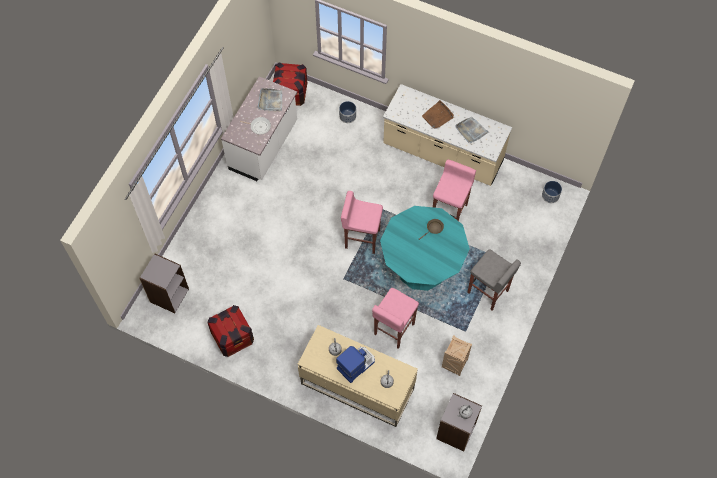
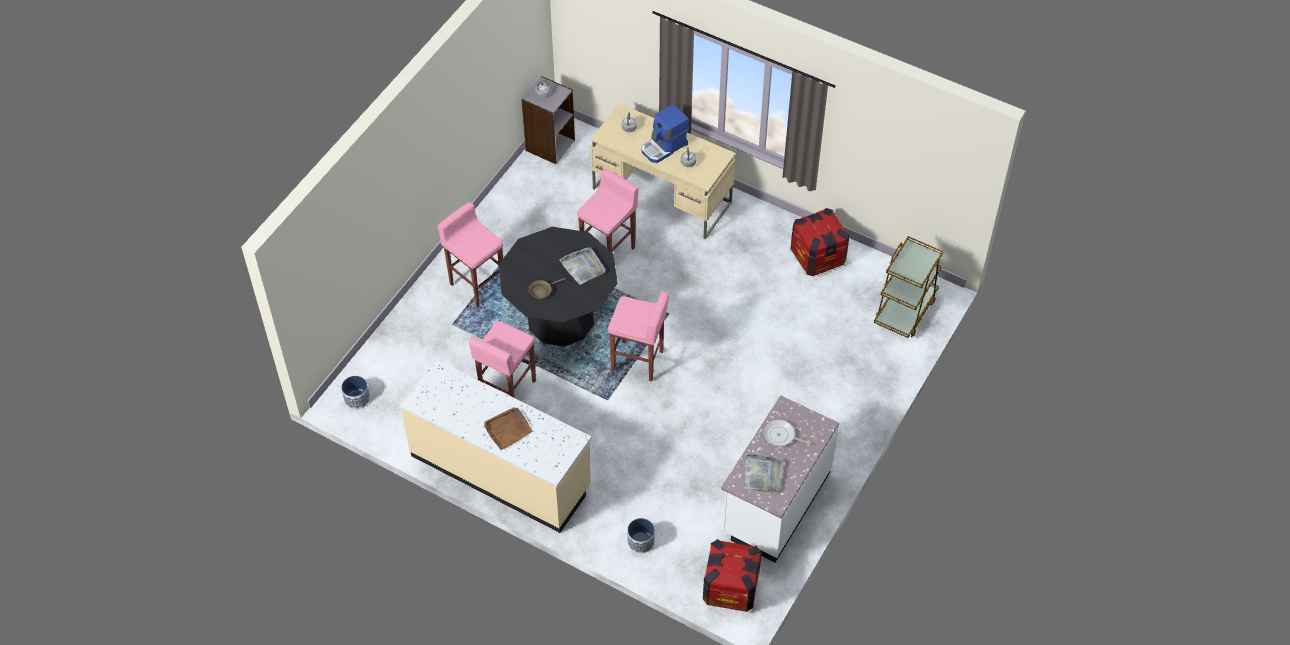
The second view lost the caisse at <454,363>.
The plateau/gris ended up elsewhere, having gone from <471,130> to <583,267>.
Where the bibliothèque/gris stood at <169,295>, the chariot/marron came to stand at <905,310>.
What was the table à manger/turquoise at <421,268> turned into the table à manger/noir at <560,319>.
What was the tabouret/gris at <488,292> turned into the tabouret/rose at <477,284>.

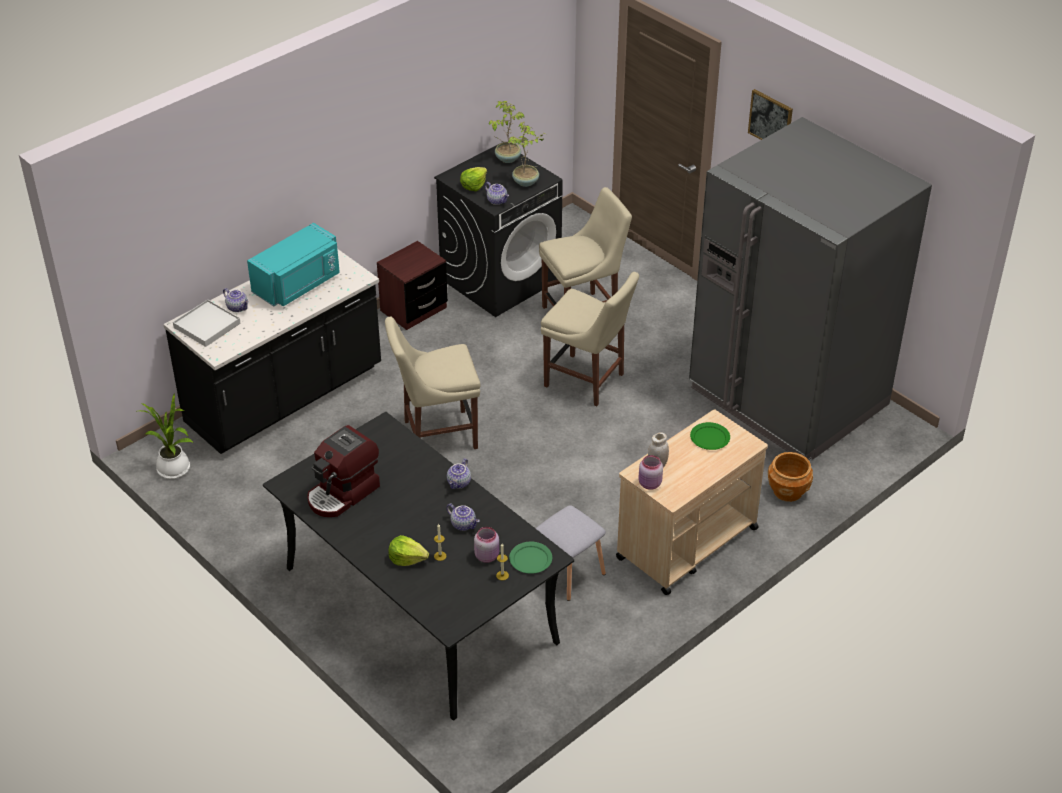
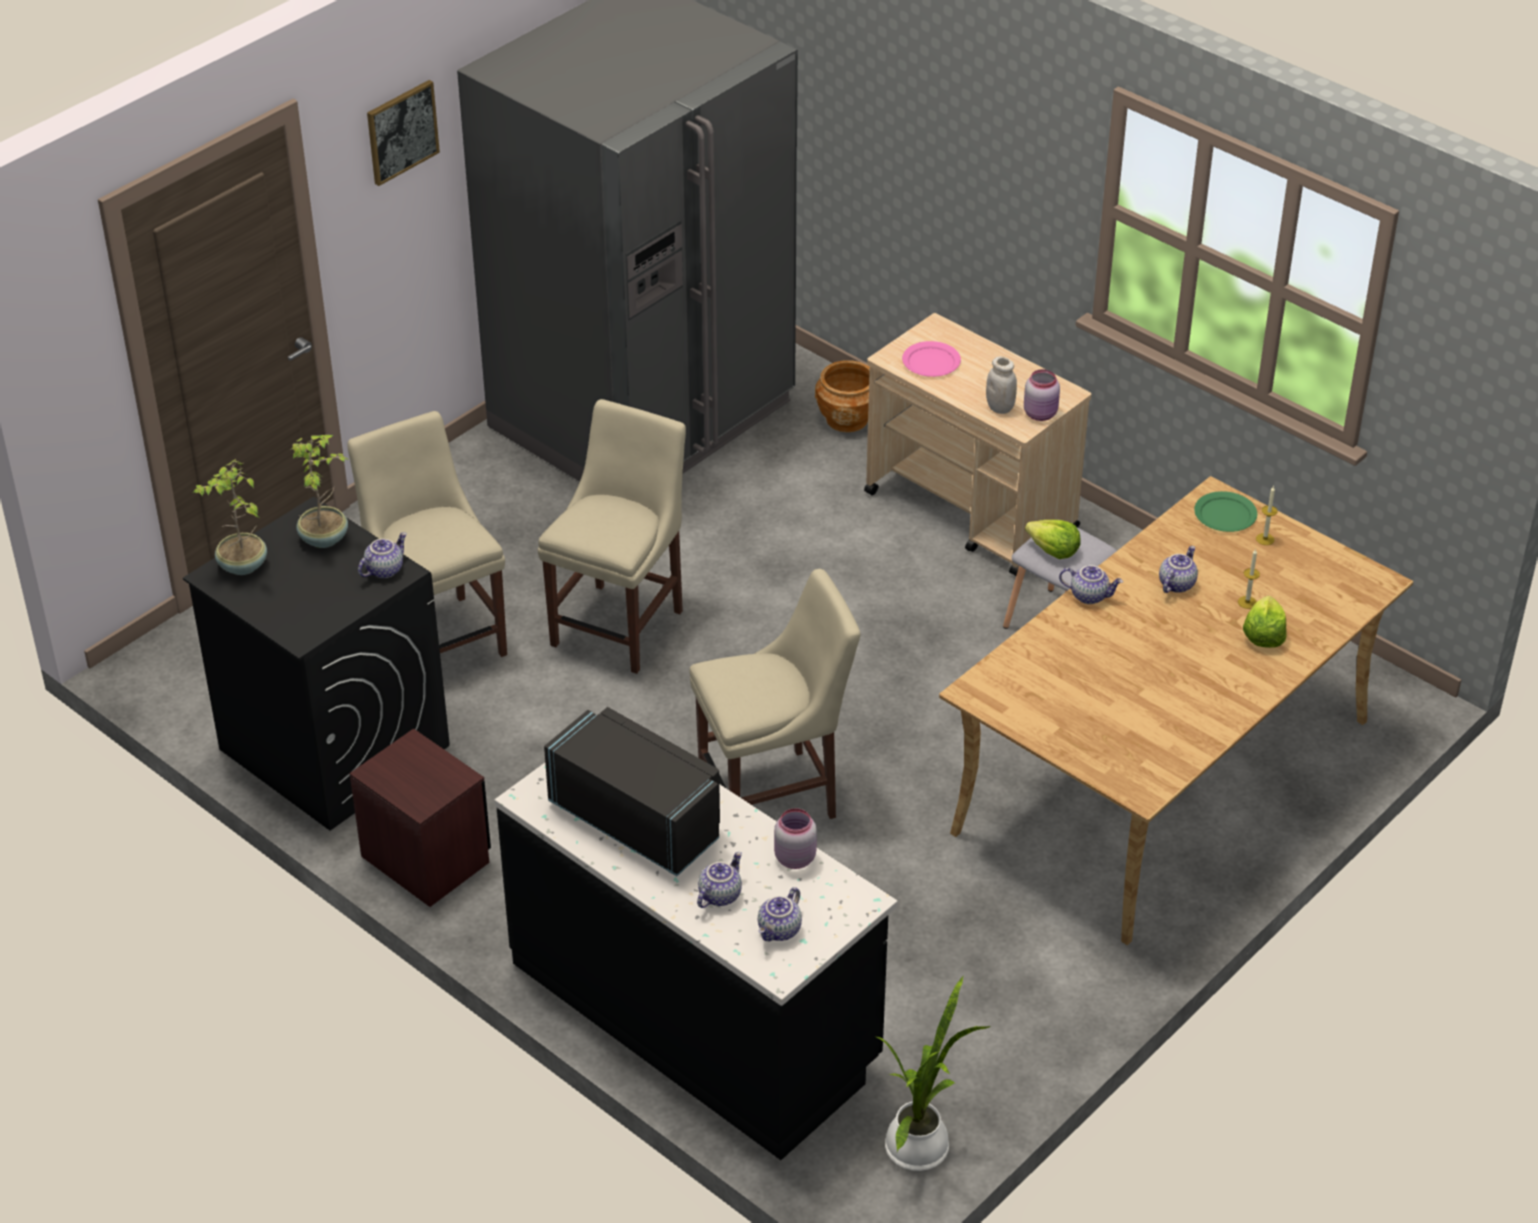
The second view lost the machine à café at <343,493>.
The laitue ended up elsewhere, having gone from <473,185> to <1053,550>.
The bocal/rose ended up elsewhere, having gone from <487,555> to <794,857>.
Where the plateau/blanc stood at <207,325>, the théière came to stand at <780,931>.
What was the micro-ondes/turquoise at <298,284> turned into the micro-ondes/noir at <639,818>.
What was the table à manger/noir at <421,605> turned into the table à manger/beige at <1162,775>.
What was the assiette/vert at <709,437> turned into the assiette/rose at <931,362>.
The chaise/beige at <436,434> ended up facing another way, 90 degrees counterclockwise from before.

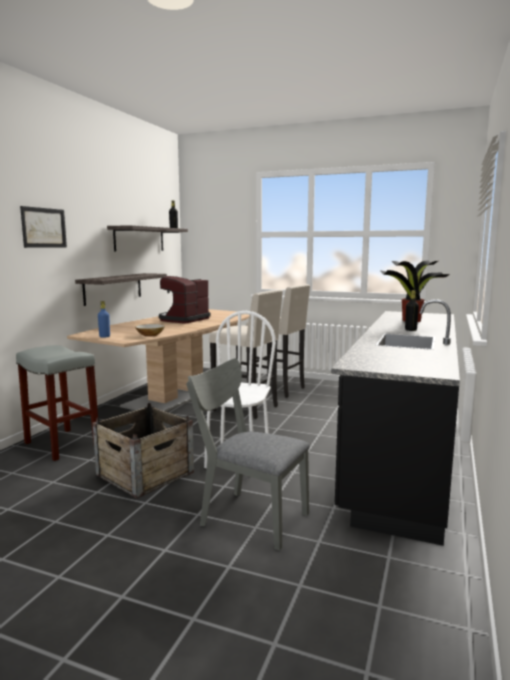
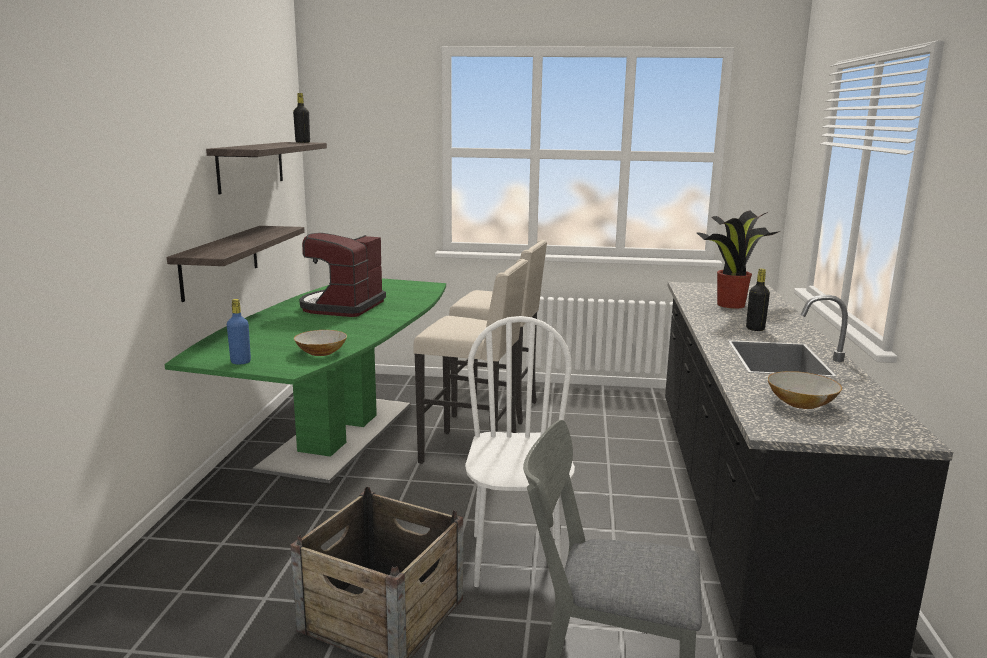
The second view lost the tabouret/gris at <61,444>.
The second view lost the tableau at <44,227>.
The second view gained the bol at <800,403>.
What was the table à manger/marron at <176,395> turned into the table à manger/vert at <339,435>.

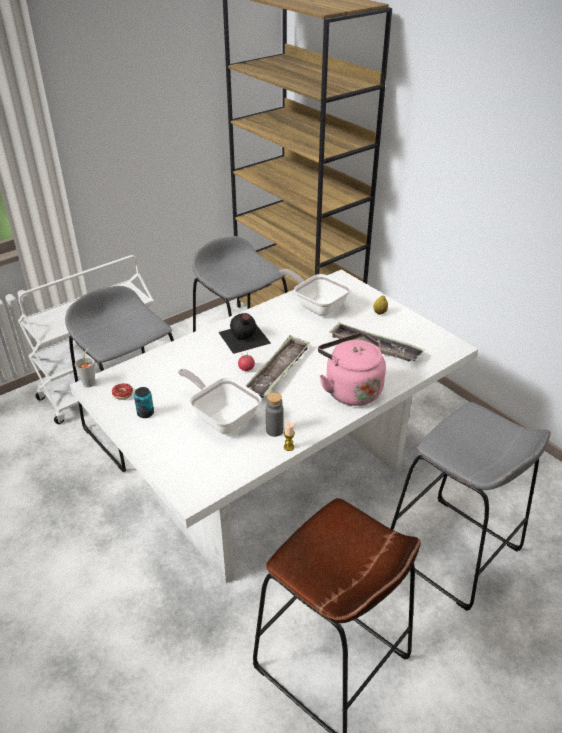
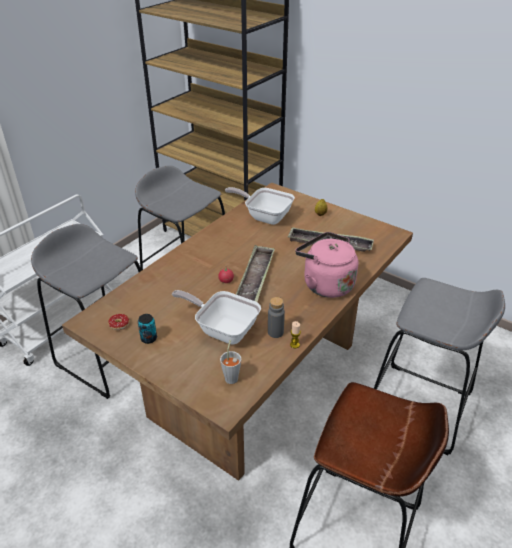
The second view lost the bouteille/noir at <243,338>.
The tasse/gris ended up elsewhere, having gone from <91,381> to <232,376>.
What was the table à manger/blanc at <281,482> turned into the table à manger/marron at <255,378>.

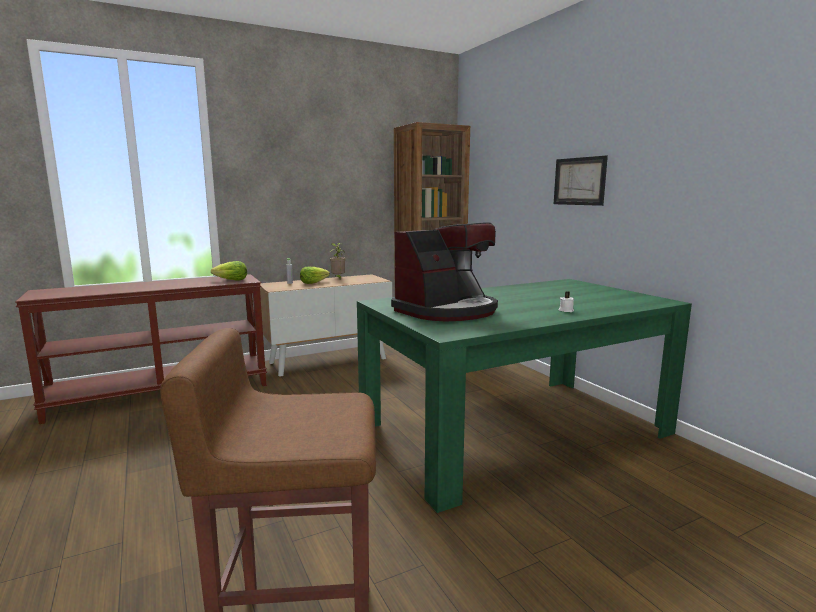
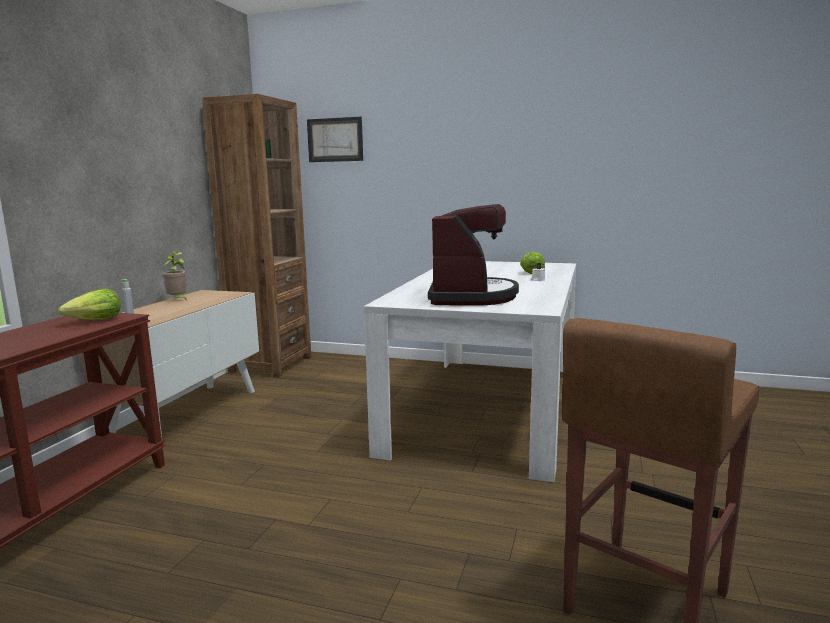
The laitue ended up elsewhere, having gone from <313,283> to <532,273>.
The tableau ended up elsewhere, having gone from <579,181> to <335,140>.
What was the table à manger/vert at <515,431> turned into the table à manger/blanc at <487,407>.

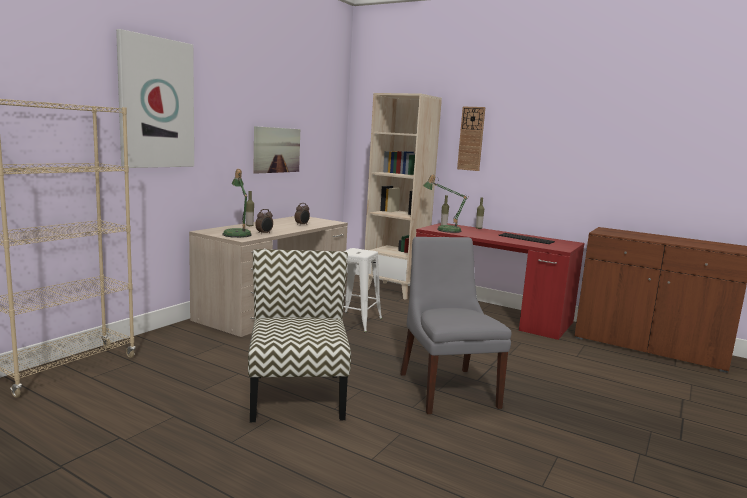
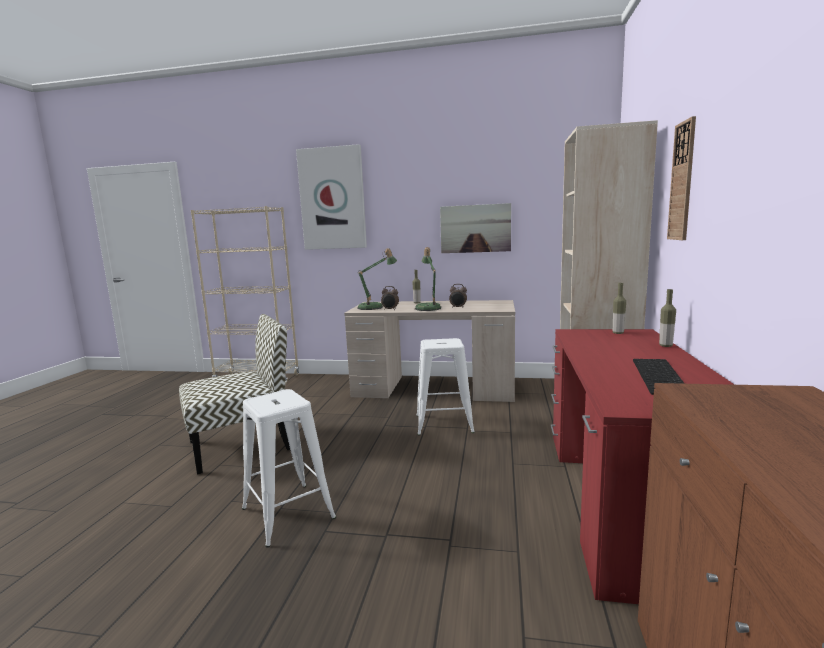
The lampe de table ended up elsewhere, having gone from <444,230> to <428,307>.
Where the chaise/gris stood at <446,388>, the tabouret/blanc came to stand at <287,512>.

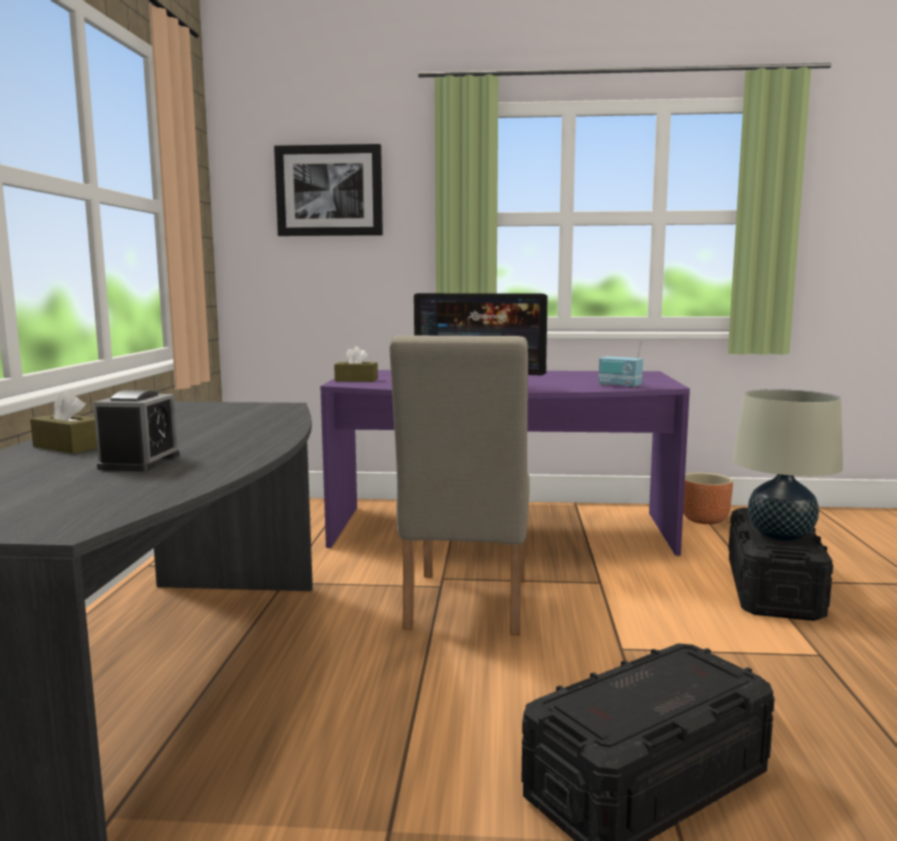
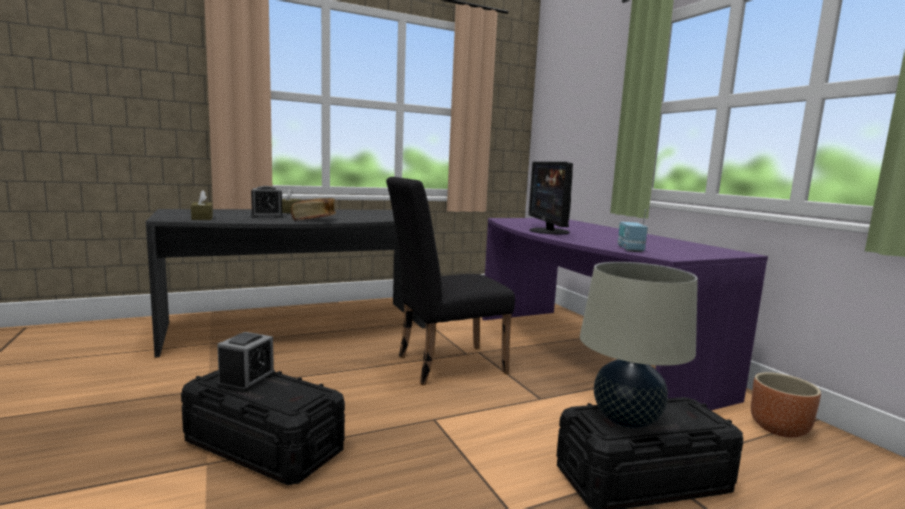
The second view lost the tableau at <329,191>.
The second view gained the réveil at <247,380>.
The second view gained the livre at <314,220>.
The boîte à mouchoirs/marron ended up elsewhere, having gone from <356,380> to <202,218>.
What was the chaise/beige at <464,608> turned into the chaise/noir at <443,365>.

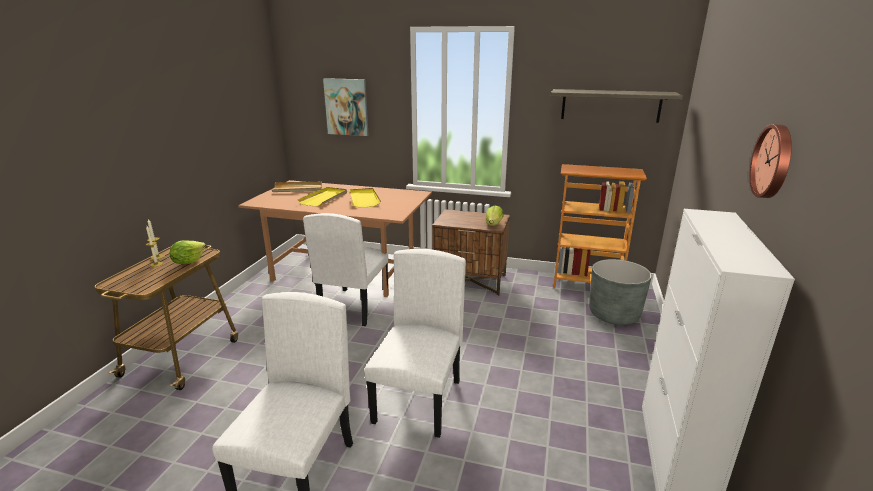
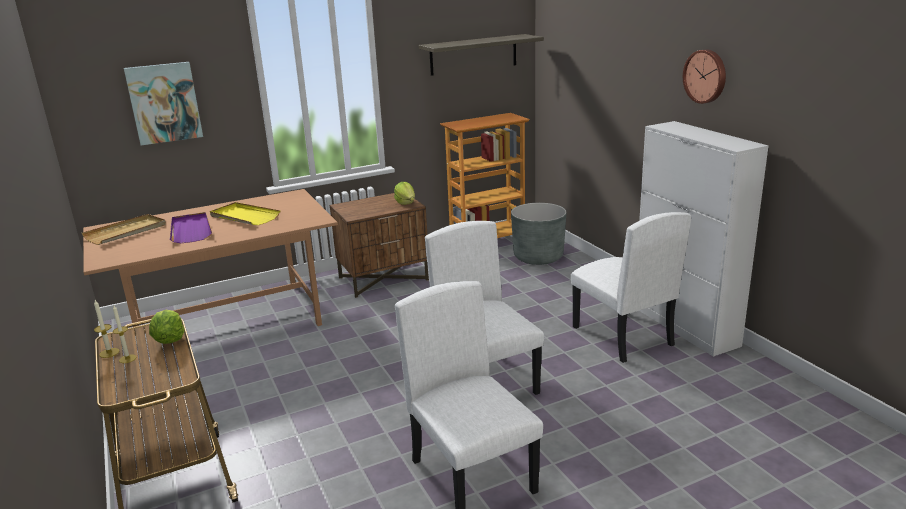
The chaise/blanc ended up elsewhere, having gone from <353,306> to <621,336>.
What was the plateau/jaune at <324,198> turned into the plateau/violet at <191,230>.

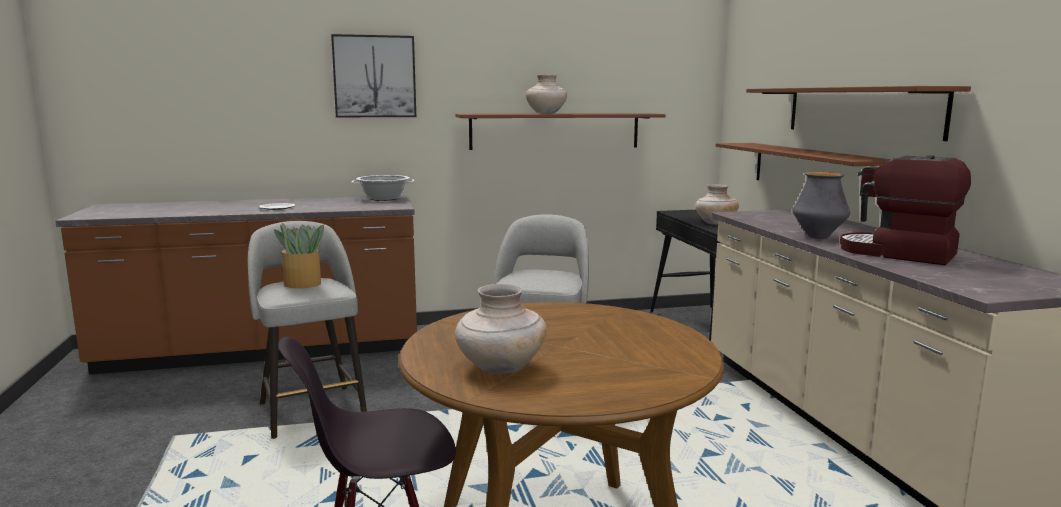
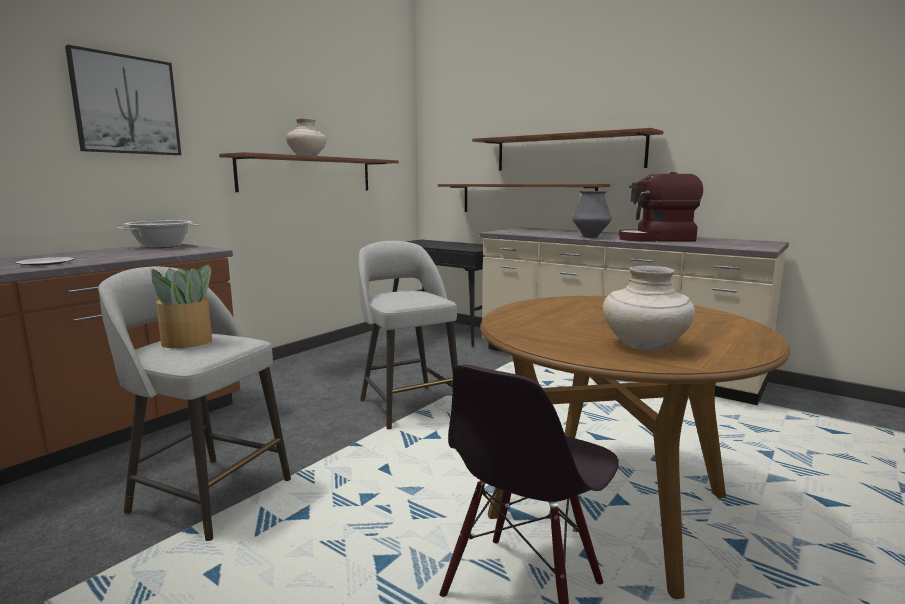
The second view lost the vase/beige at <715,223>.

